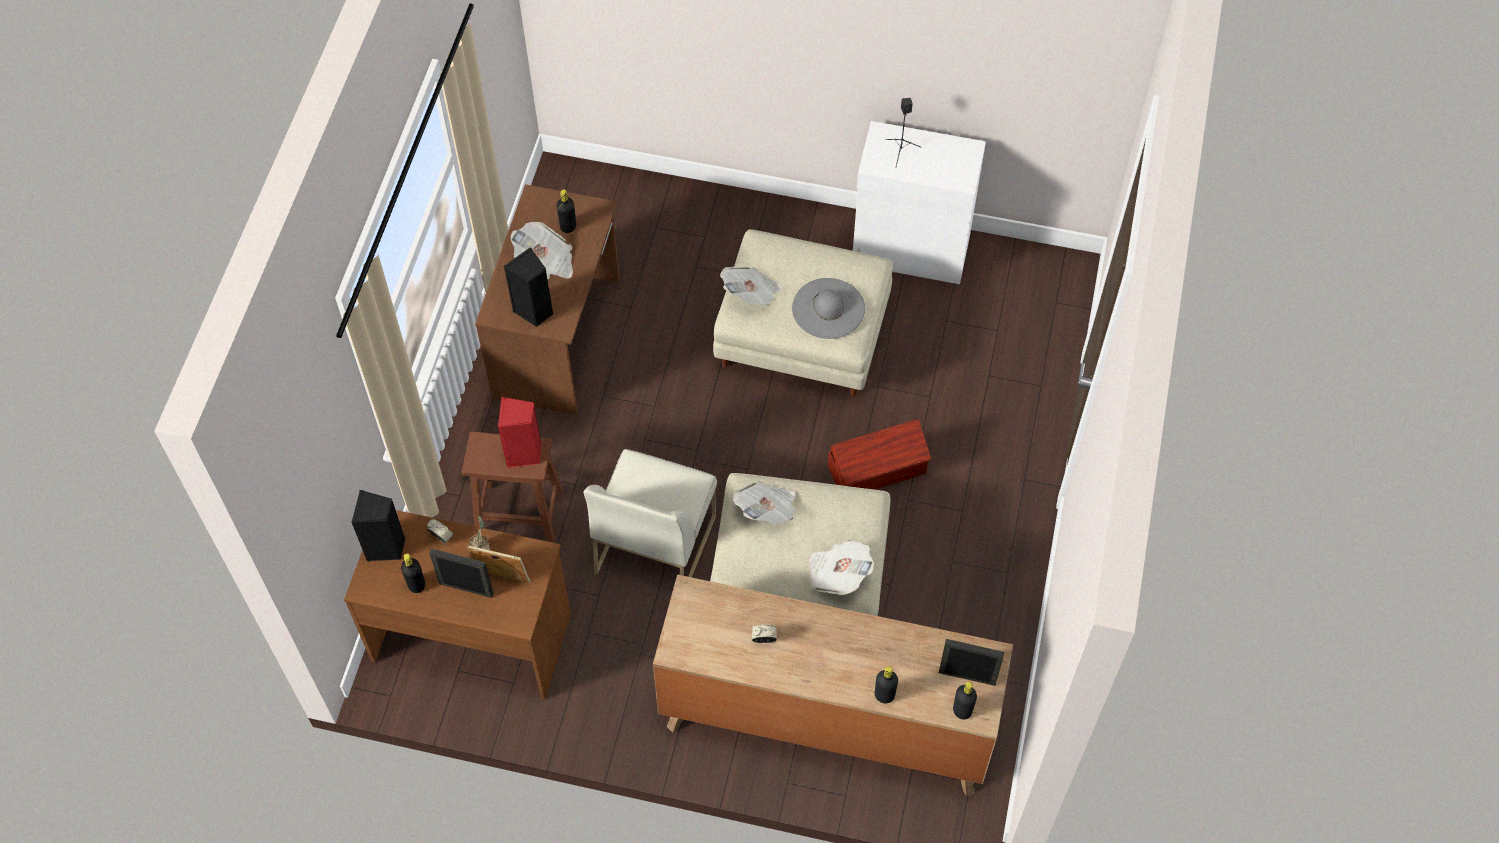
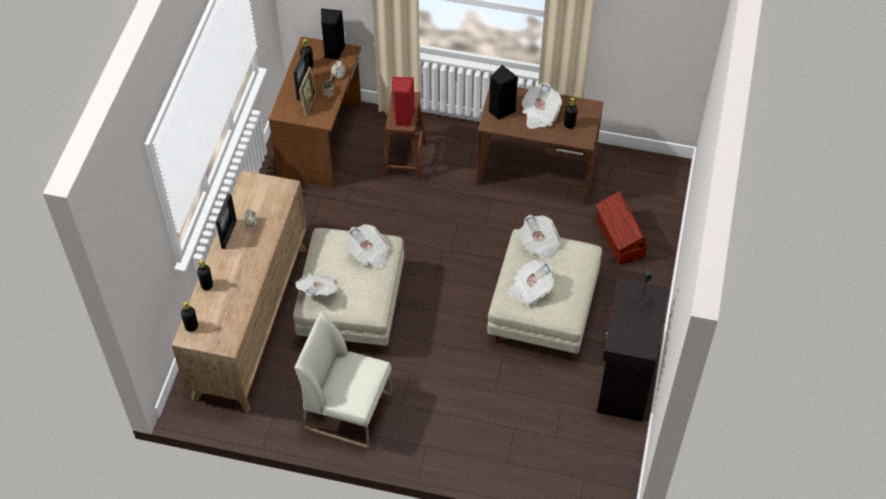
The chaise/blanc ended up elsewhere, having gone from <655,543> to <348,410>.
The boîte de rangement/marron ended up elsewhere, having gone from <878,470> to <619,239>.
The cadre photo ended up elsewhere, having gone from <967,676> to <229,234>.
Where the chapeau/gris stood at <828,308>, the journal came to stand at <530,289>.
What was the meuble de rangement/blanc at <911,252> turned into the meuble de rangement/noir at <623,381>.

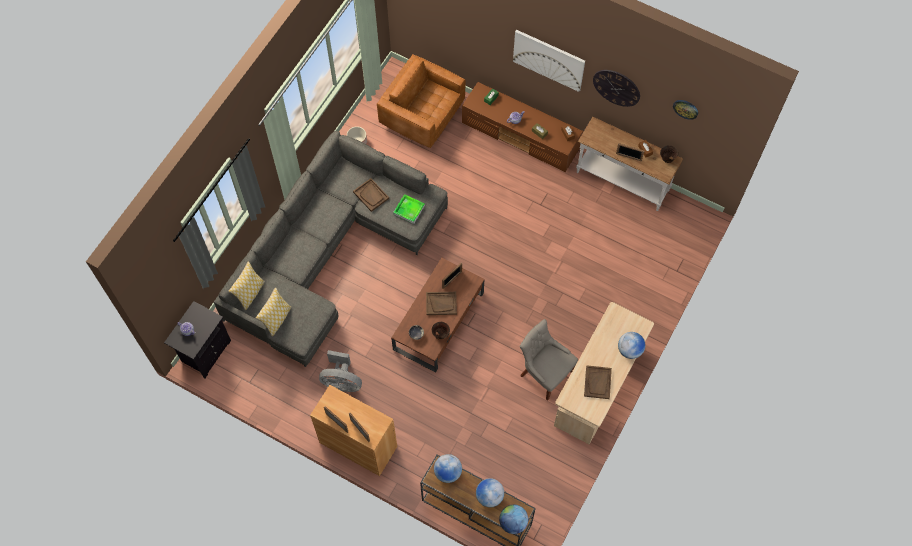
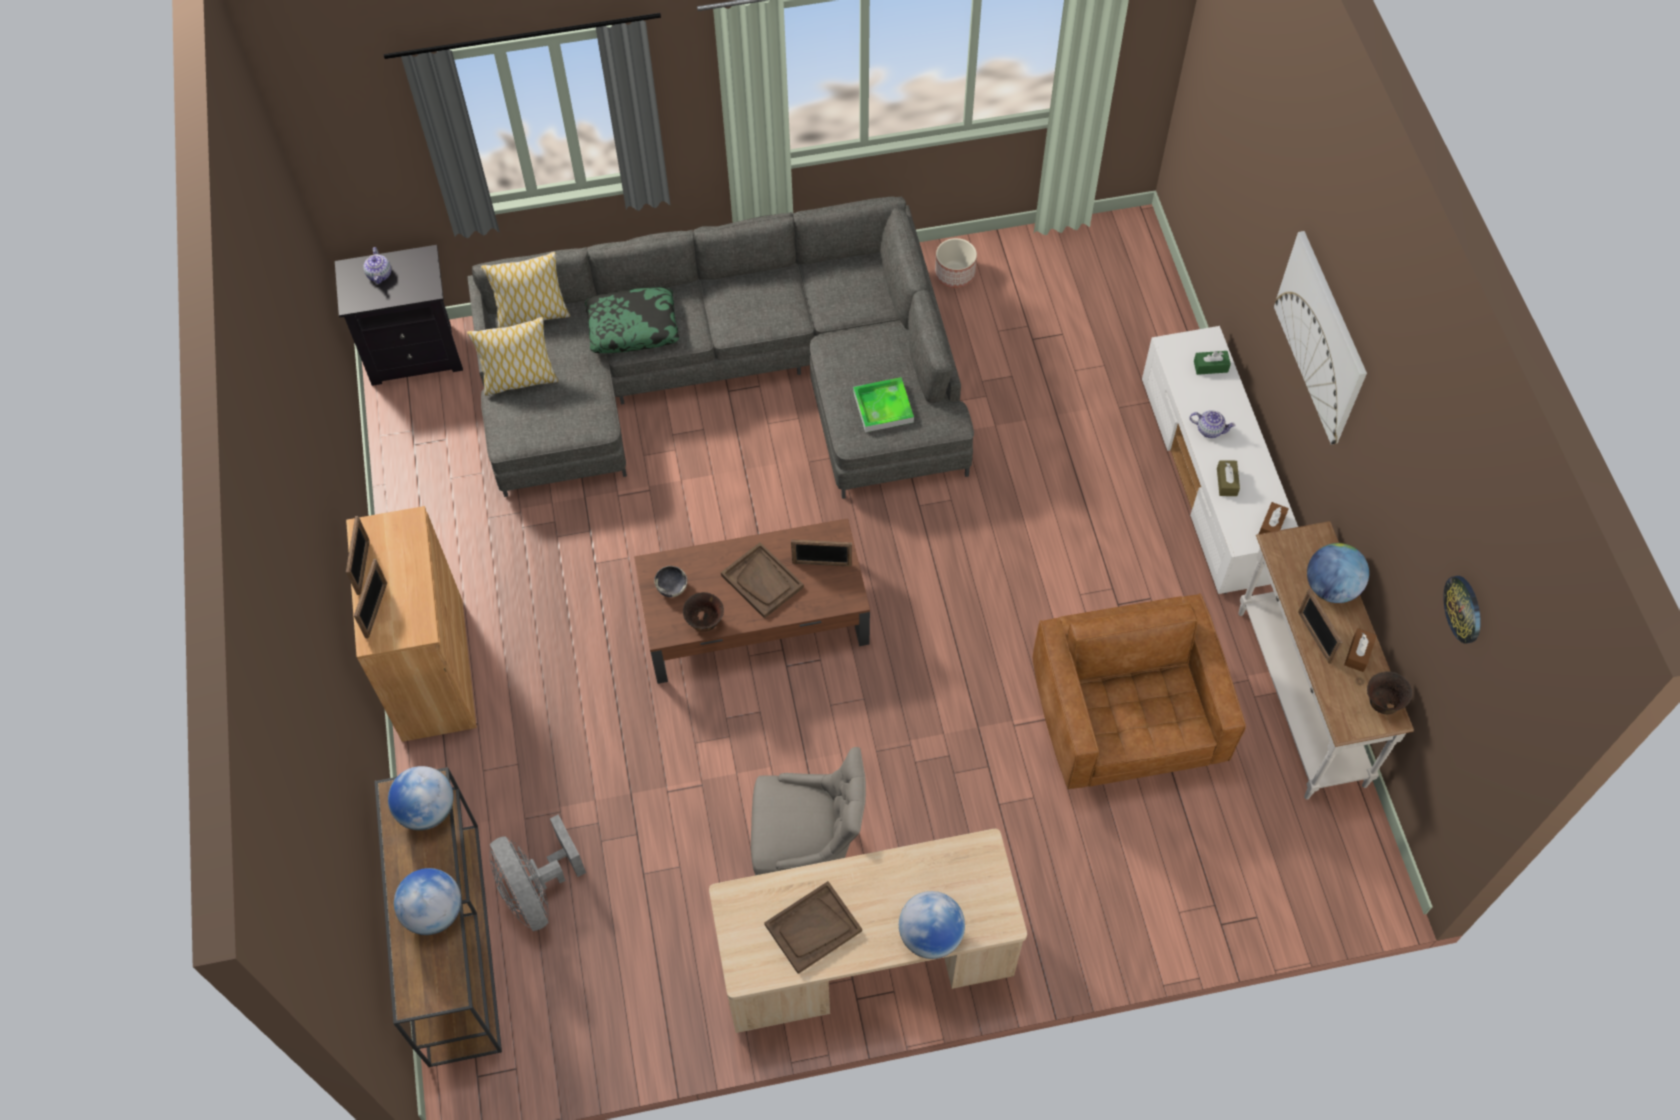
The second view lost the plateau/marron at <371,195>.
The second view lost the horloge murale at <616,87>.
The second view gained the coussin at <633,327>.
The ventilateur/gris ended up elsewhere, having gone from <342,382> to <537,891>.
The fauteuil/marron ended up elsewhere, having gone from <422,116> to <1126,721>.
The globe ended up elsewhere, having gone from <513,522> to <1330,587>.
What was the meuble télé/marron at <521,136> turned into the meuble télé/blanc at <1213,480>.
The chaise/gris at <545,373> ended up facing another way, 90 degrees clockwise from before.

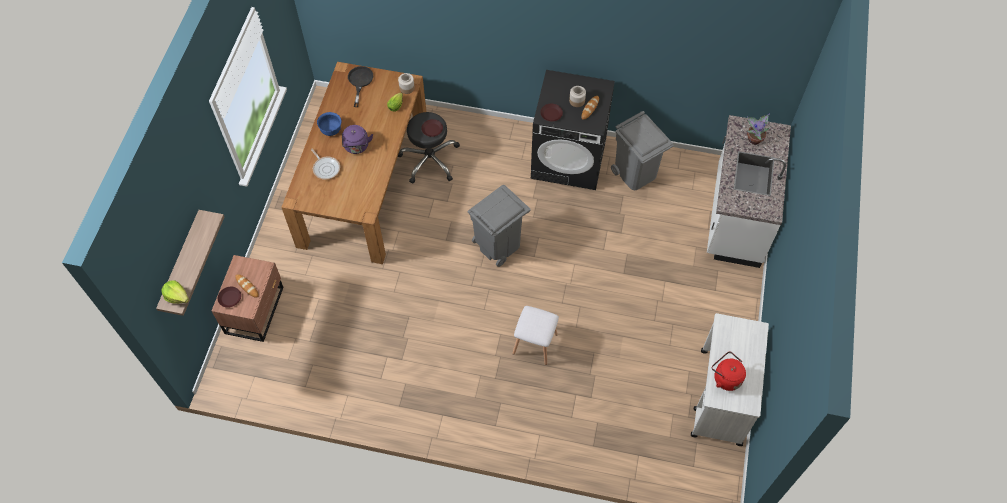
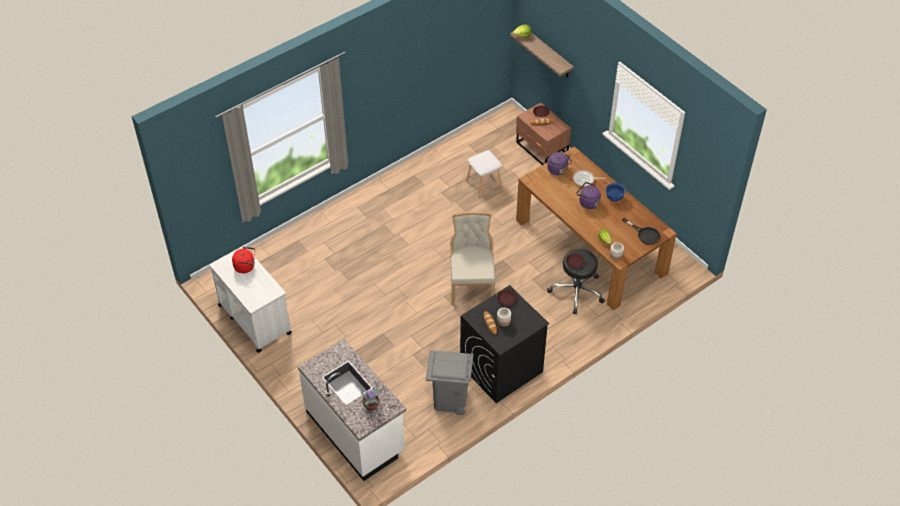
The second view gained the bouilloire/violet at <558,170>.
The tabouret/blanc ended up elsewhere, having gone from <534,343> to <484,184>.
Where the poubelle/gris stood at <498,245>, the chaise/beige came to stand at <471,283>.

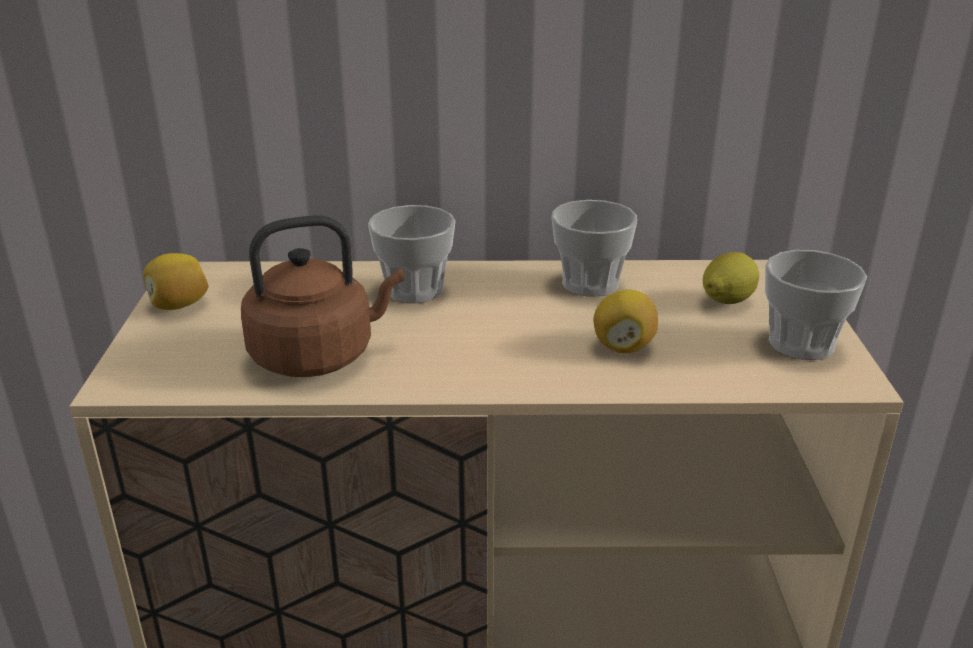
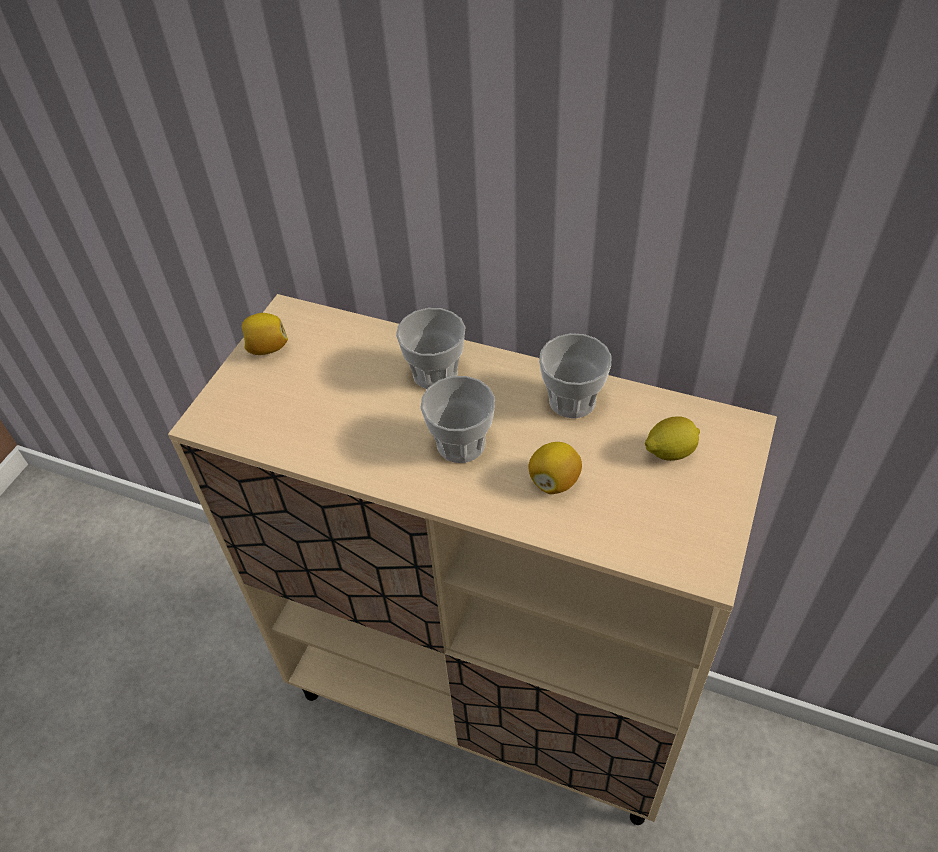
The second view lost the bouilloire/marron at <319,355>.
The tasse ended up elsewhere, having gone from <801,344> to <461,444>.

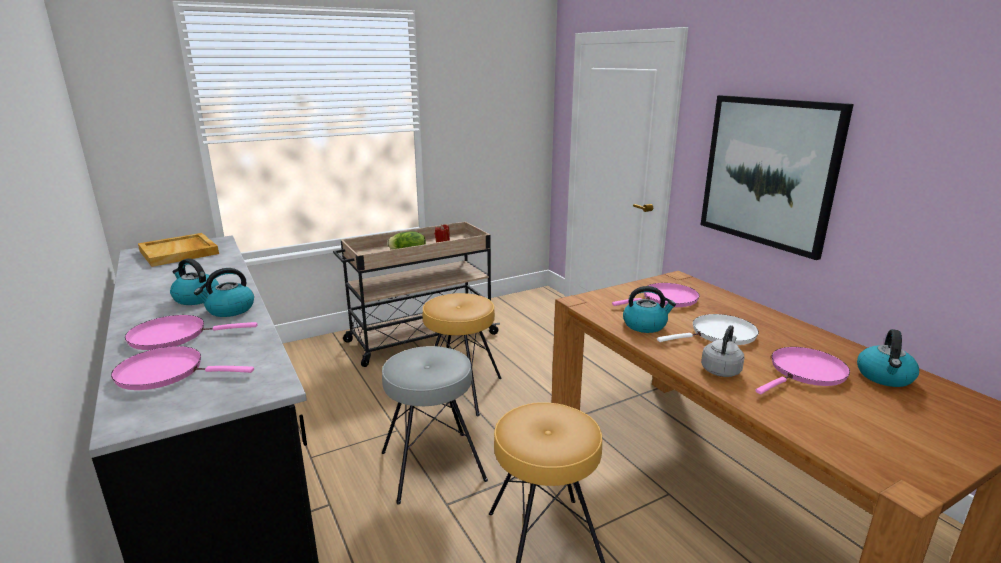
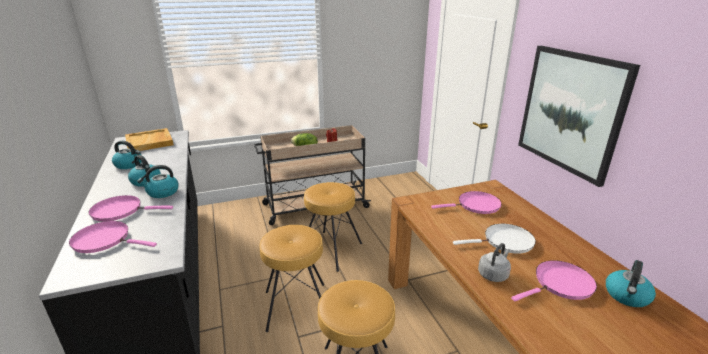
The bouilloire ended up elsewhere, having gone from <645,325> to <129,164>.
What was the tabouret/gris at <432,465> turned into the tabouret/marron at <296,305>.

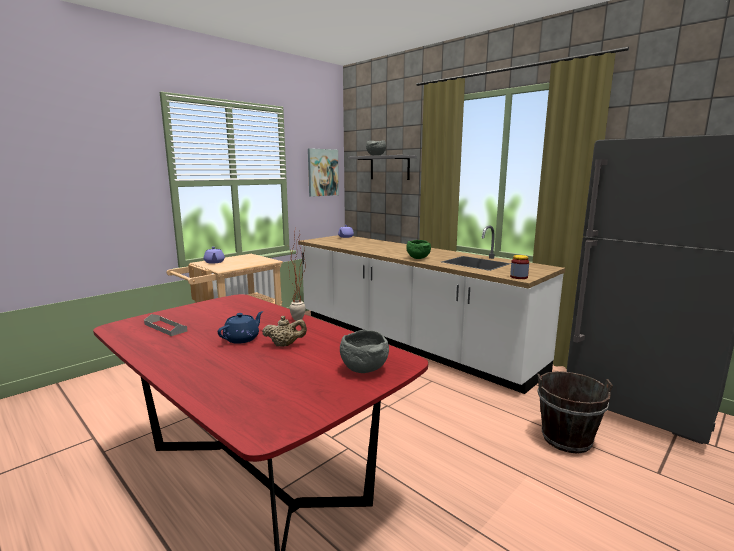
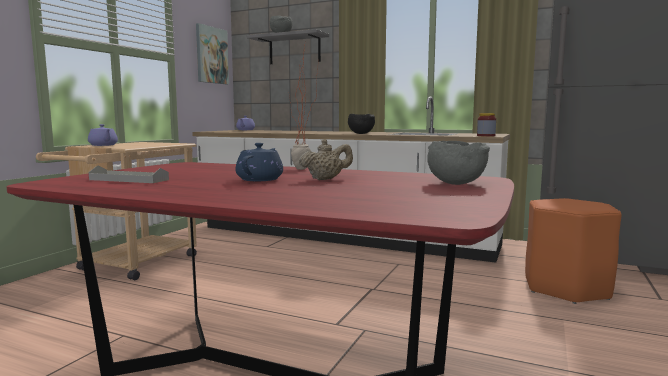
Where the seau/marron stood at <566,439>, the tabouret/orange came to stand at <566,288>.
What was the bol/vert at <417,258> turned into the bol/noir at <360,133>.

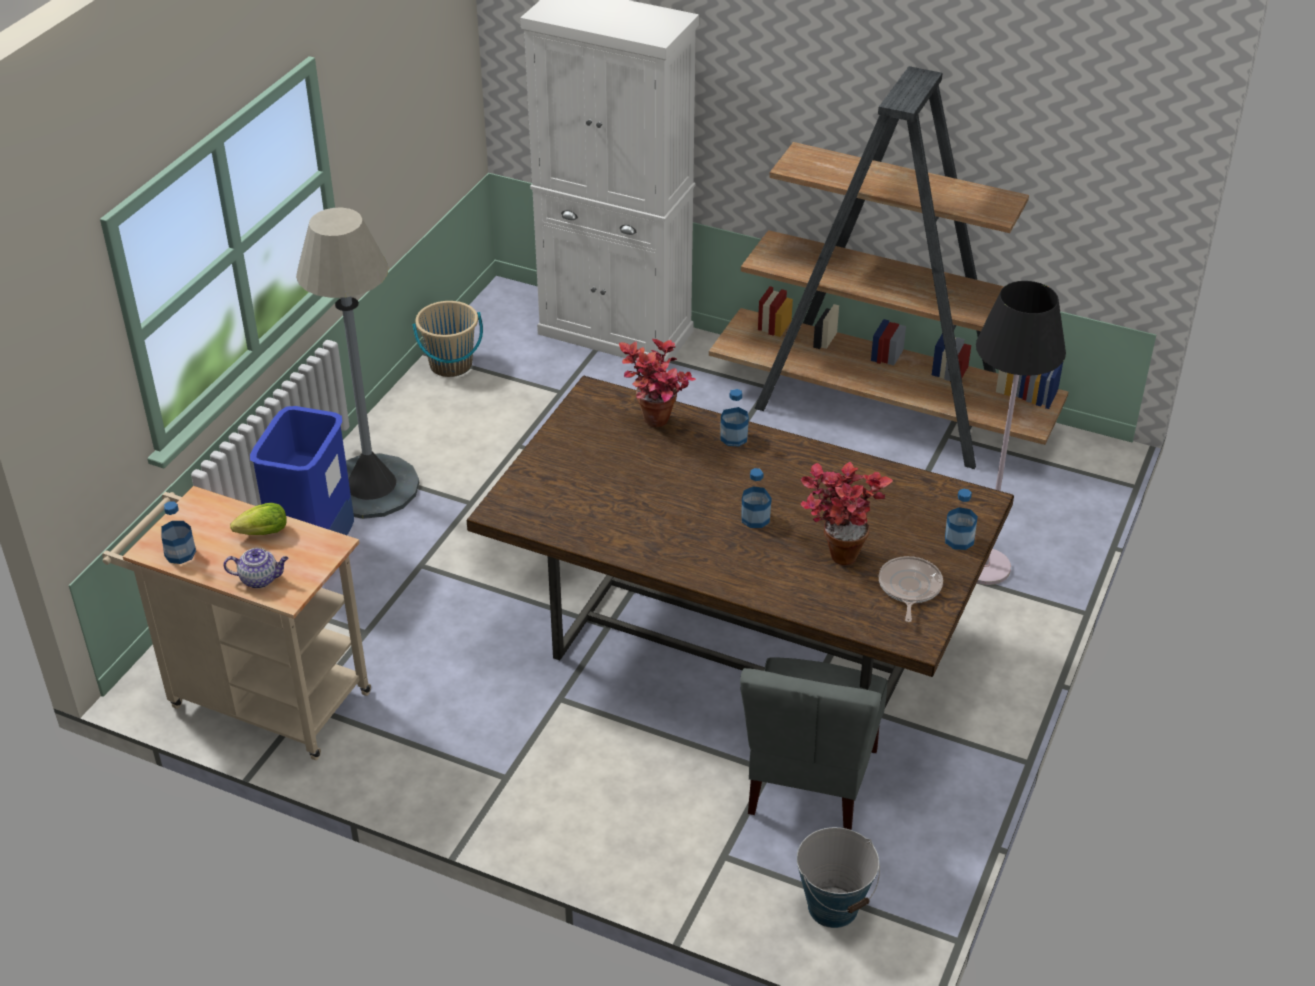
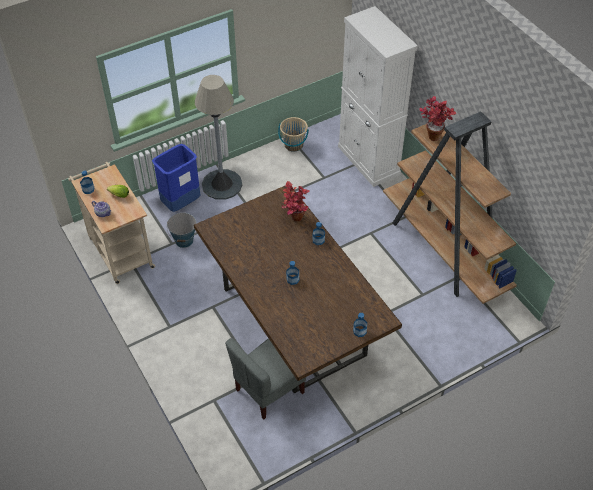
The second view lost the poêle at <909,588>.
The second view lost the lampadaire/noir at <985,567>.
The seau ended up elsewhere, having gone from <833,906> to <184,241>.
The plante en pot ended up elsewhere, having gone from <836,550> to <433,134>.

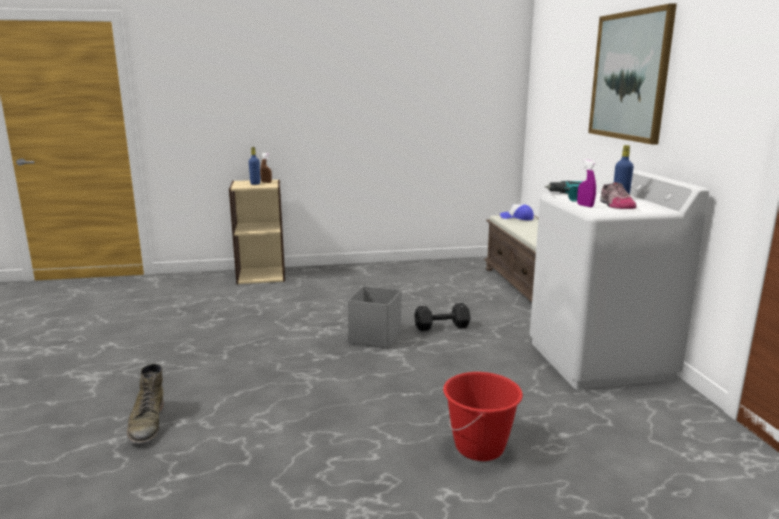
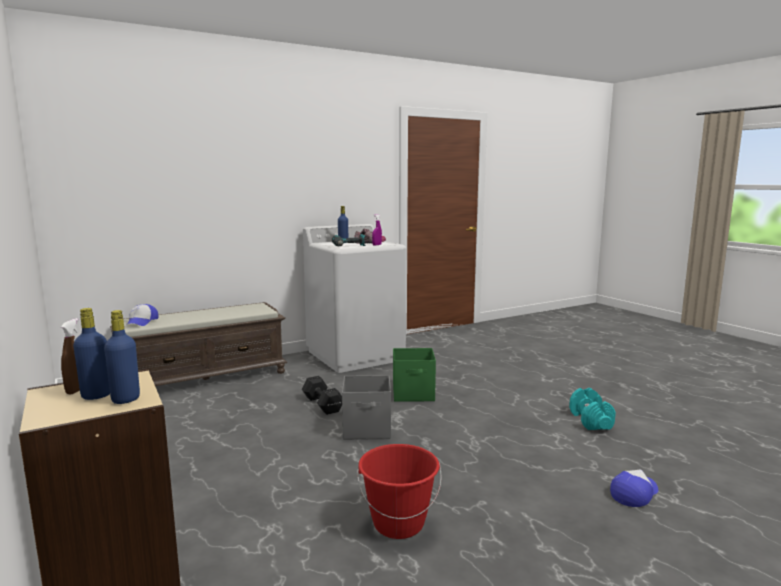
The second view lost the tableau at <629,76>.
The second view gained the bouteille/bleu at <125,399>.
The second view gained the boîte de rangement/vert at <414,394>.
The second view gained the haltère/turquoise at <591,420>.
The seau/rouge ended up elsewhere, having gone from <480,447> to <398,523>.
Where the botte/vert stood at <147,424>, the casquette came to stand at <634,493>.

